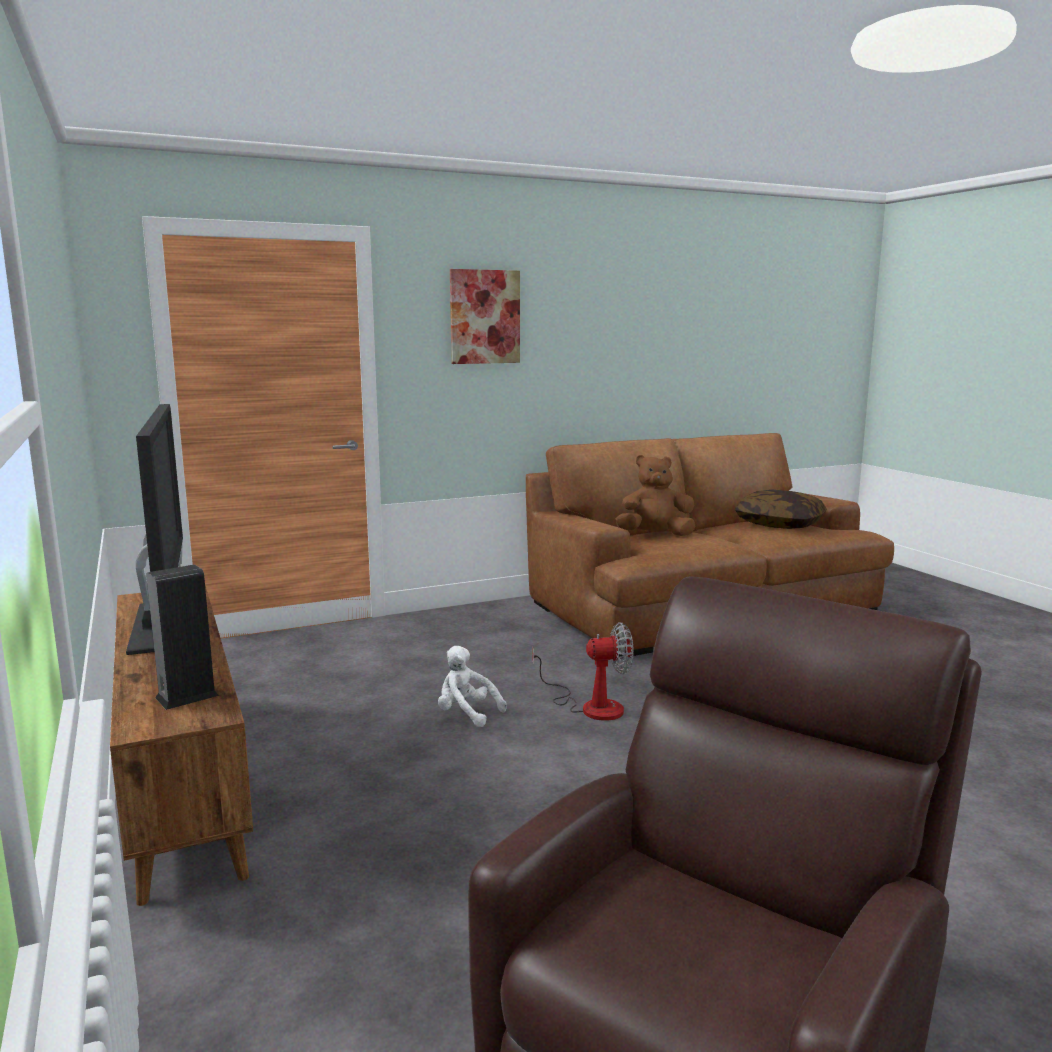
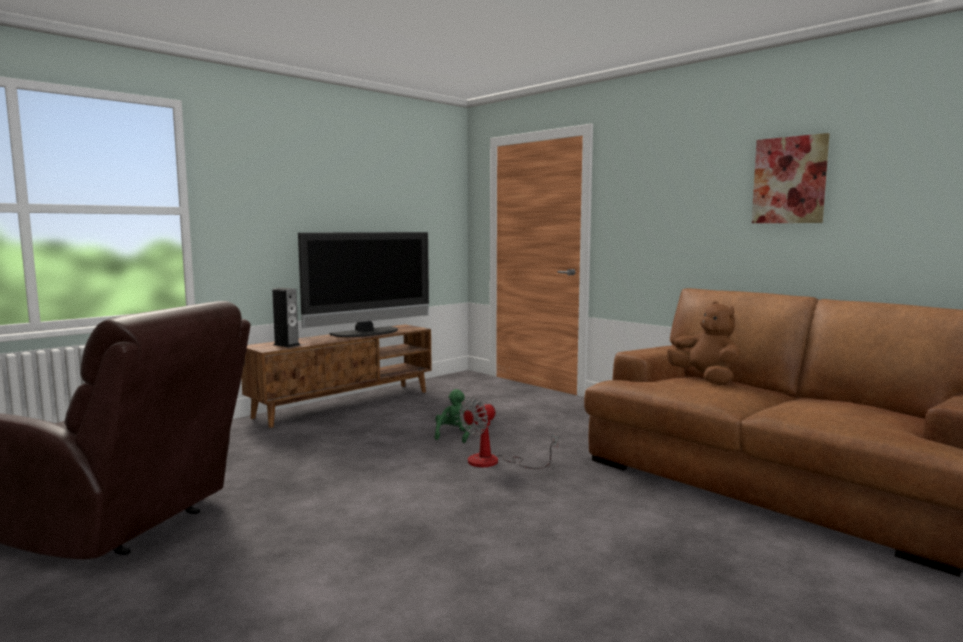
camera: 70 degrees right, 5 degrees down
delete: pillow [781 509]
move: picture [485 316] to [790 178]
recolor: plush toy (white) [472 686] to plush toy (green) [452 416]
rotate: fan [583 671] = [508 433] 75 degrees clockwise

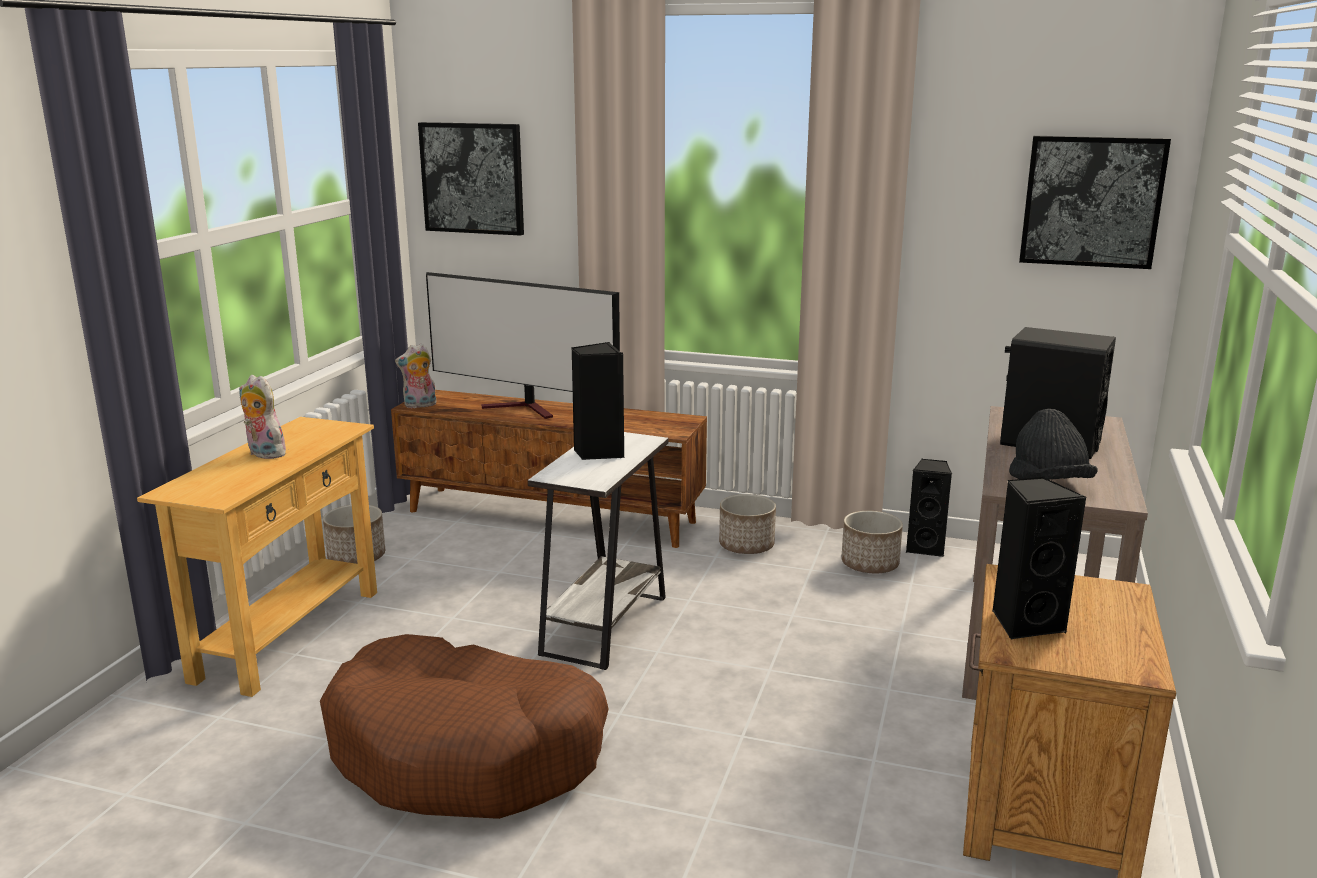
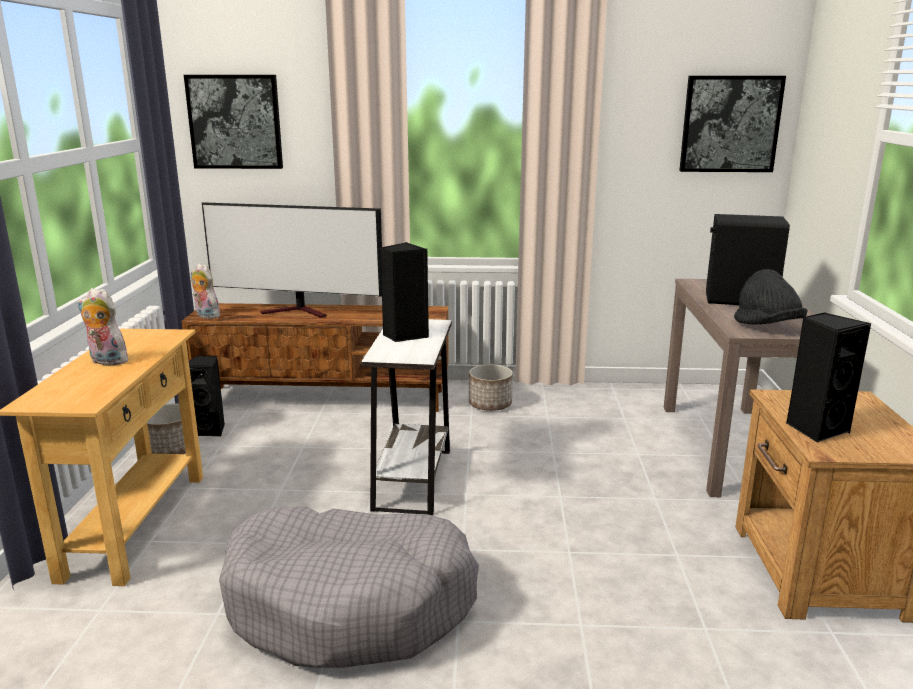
camera: 15 degrees left, 0 degrees up
delete: planter [872 542]
move: speaker (black) [929 508] to [207 396]
recolor: dog bed (brown) [464 726] to dog bed (grey) [349 587]
rotate: plush toy [416 375] = [205 291] 75 degrees clockwise

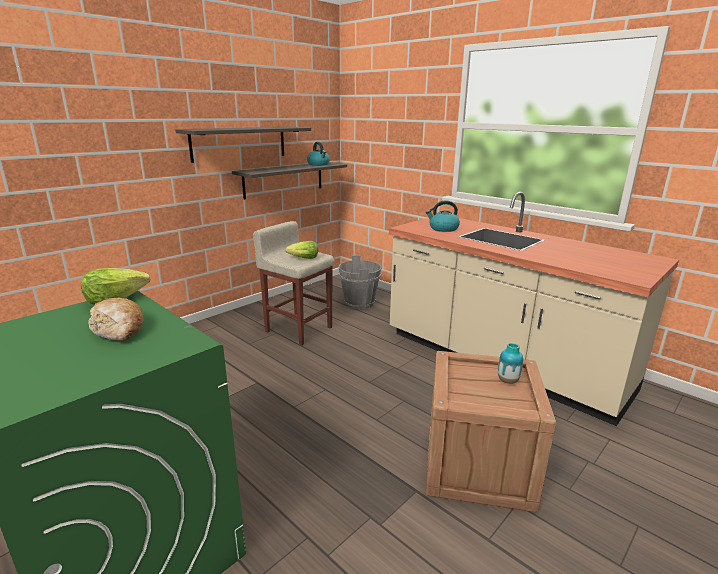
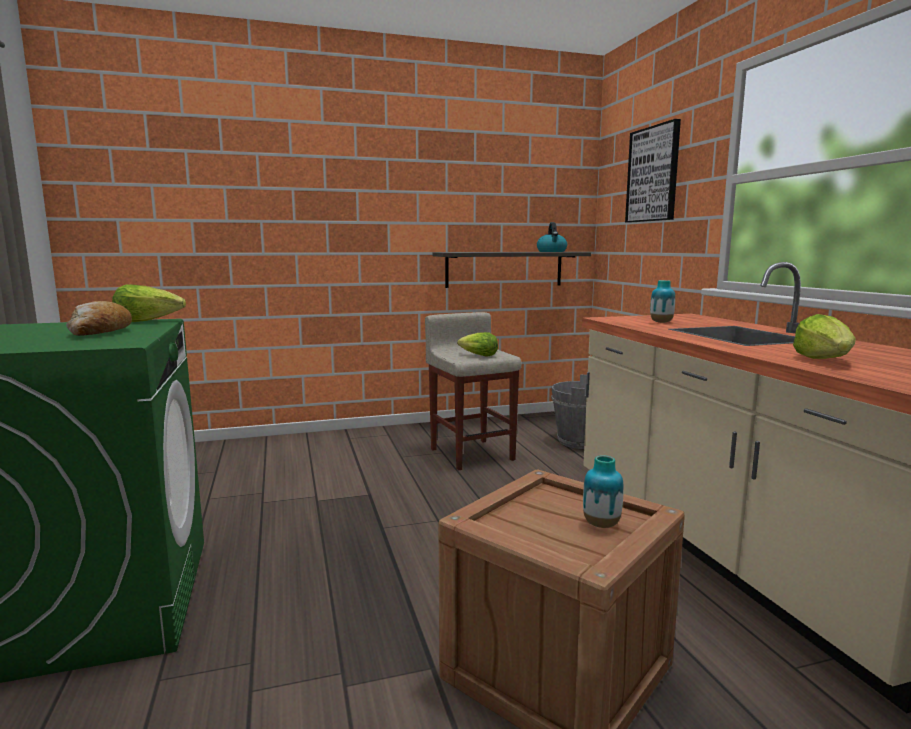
camera: 30 degrees right, 10 degrees down
delete: shelf [243 145]
insert: picture [653 171]; lettuce [824 336]
replace: kettle [443 216] to vase [662 301]

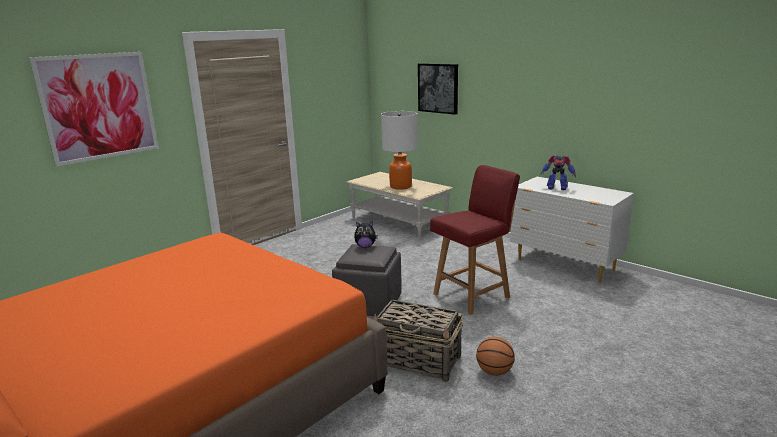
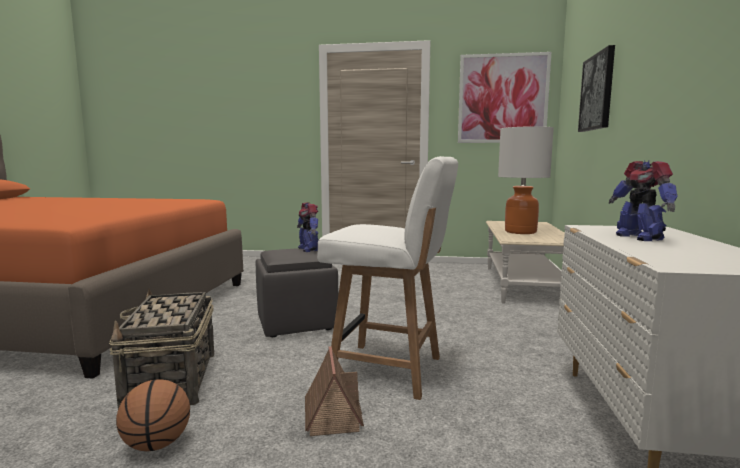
camera: 55 degrees right, 10 degrees down
insert: toy house [334 391]
move: picture [94 109] to [505 97]
replace: plush toy [366 235] to toy robot [308 227]
recolor: chair (red) [475 240] to chair (white) [387 278]

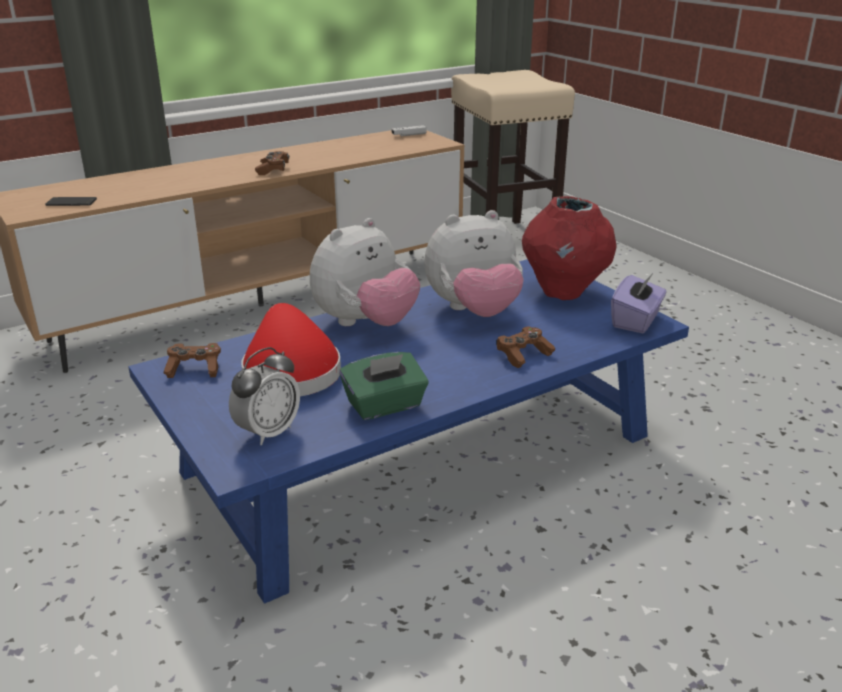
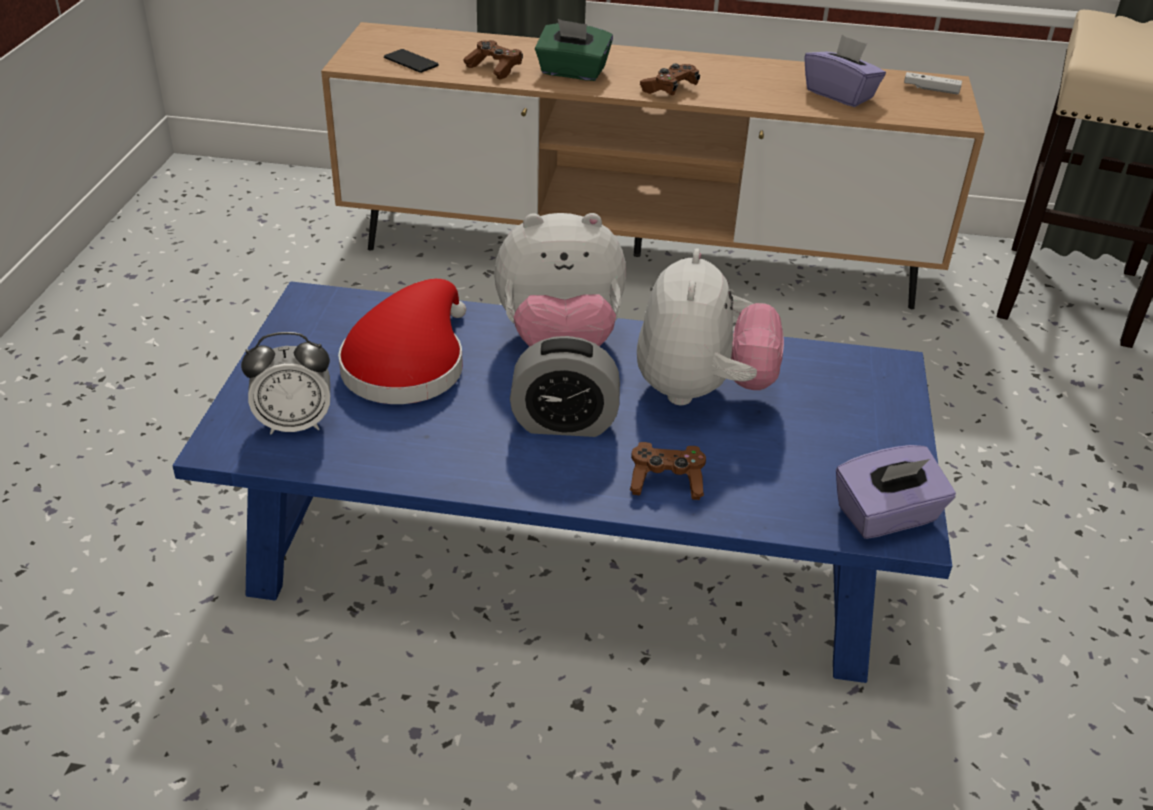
camera: 40 degrees right, 10 degrees up
delete: vase (red) [569 248]
insert: tissue box (purple) [845 71]; alarm clock [565 386]
move: game controller (brown) [192 360] to [493 60]; tissue box (green) [384 386] to [574 50]
rotate: plush toy [474 263] = [710 326] 105 degrees counterclockwise

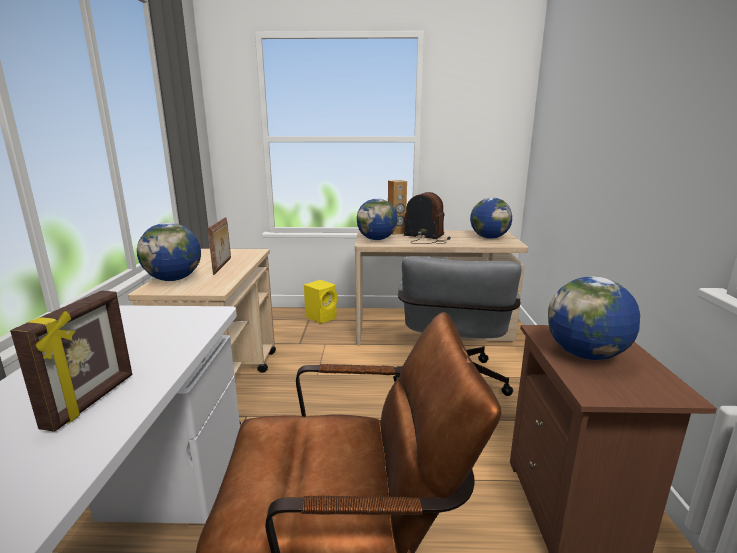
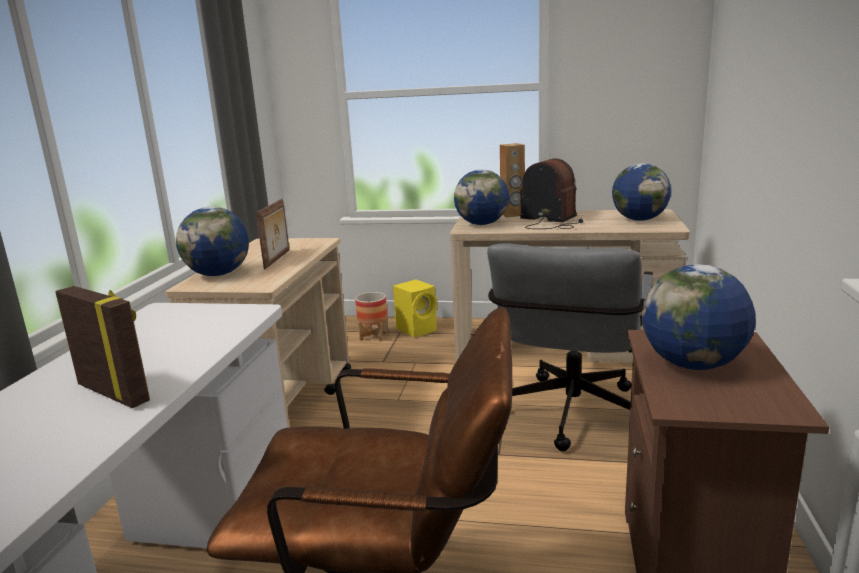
camera: 10 degrees right, 0 degrees up
insert: planter [371 316]
rotate: picture frame [71 361] = [102 347] 75 degrees counterclockwise

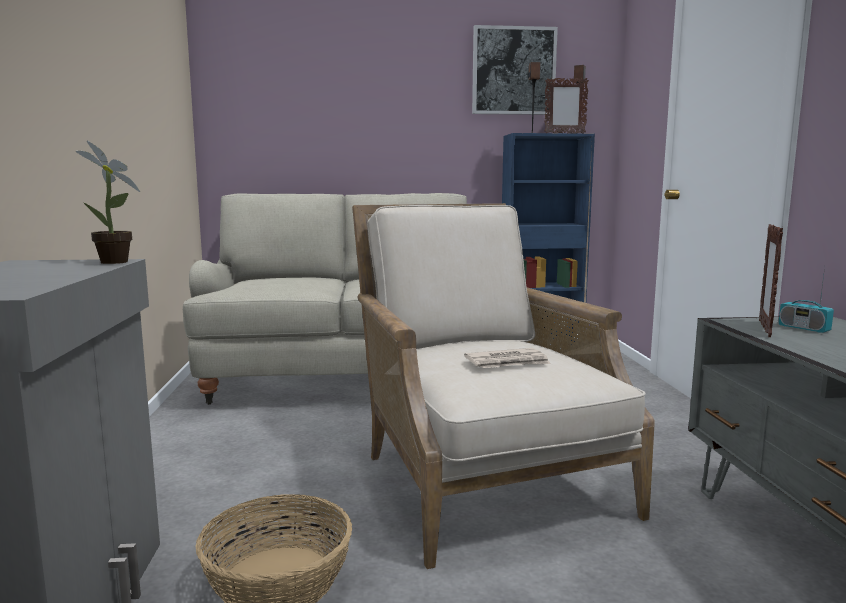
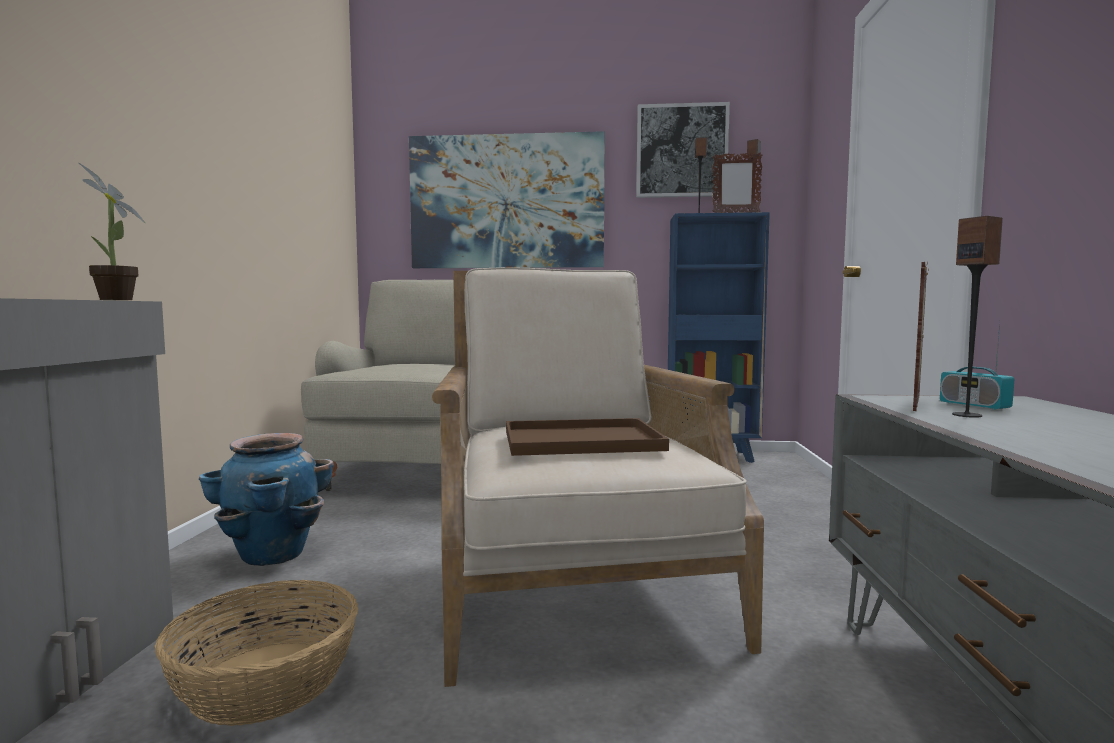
camera: 10 degrees right, 5 degrees down
insert: picture [507 199]; speaker [977 317]; planter [266 499]
replace: newspaper [507 358] to tray (brown) [587 437]

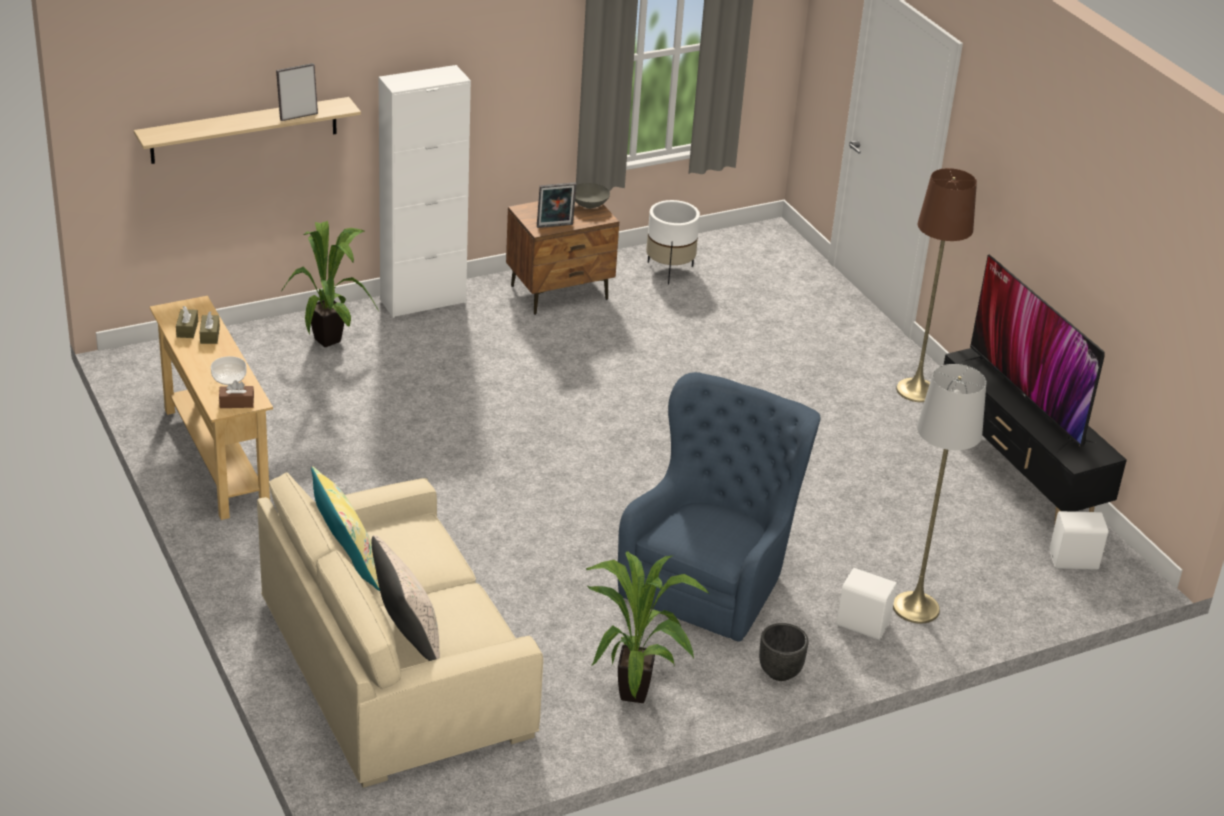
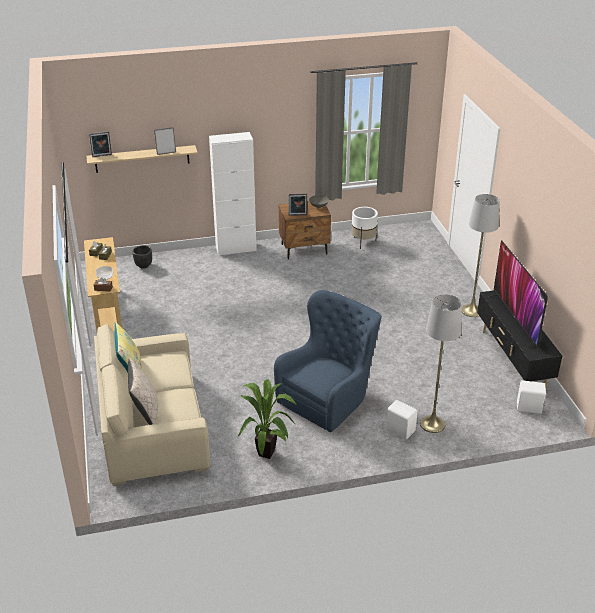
camera: 15 degrees right, 0 degrees up
delete: potted plant [330 284]
insert: picture frame [100 144]
move: planter (black) [784 652] to [142 257]
recolor: floor lamp (brown) [936 285] to floor lamp (grey) [481 255]

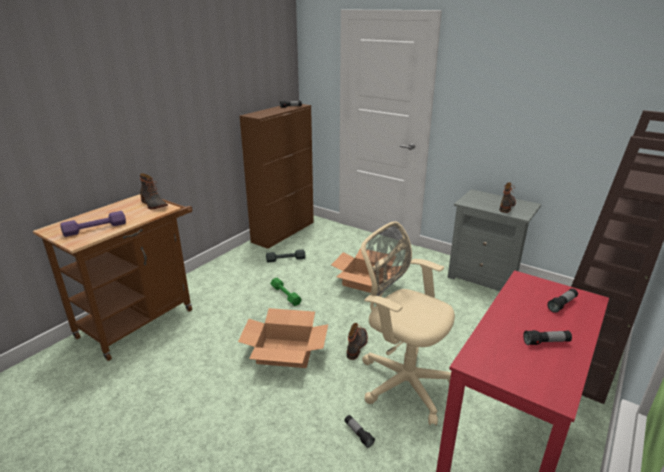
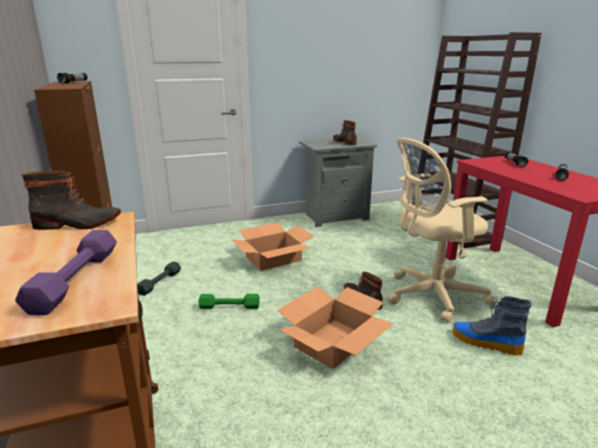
camera: 55 degrees left, 5 degrees down
replace: flashlight [359 431] to boot [492 326]

